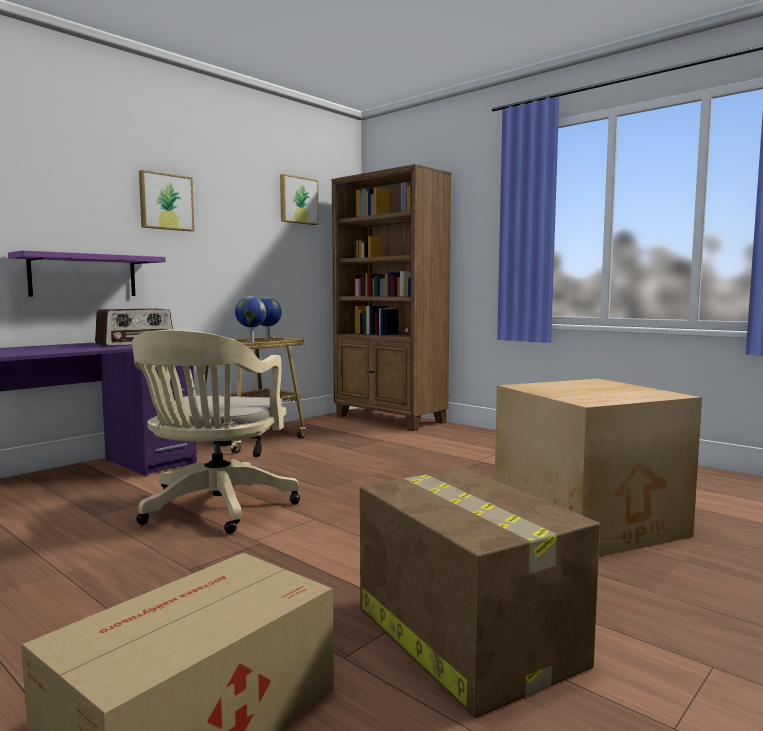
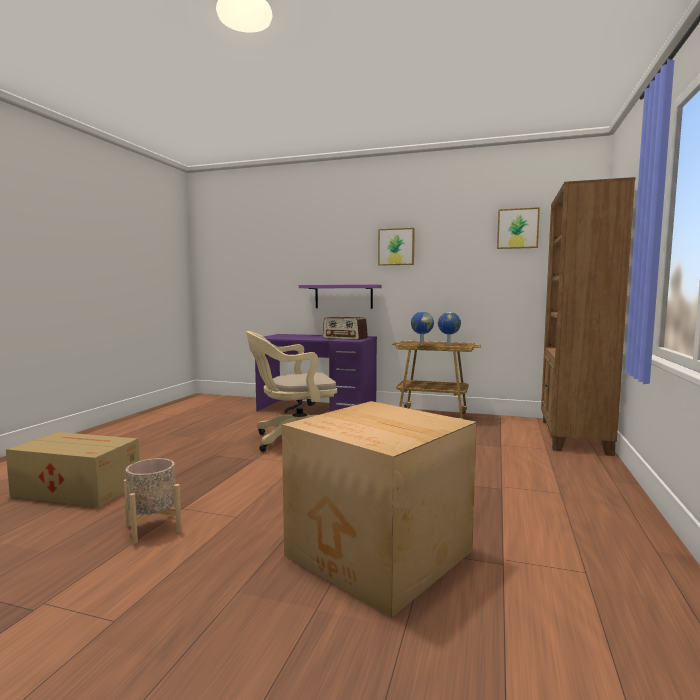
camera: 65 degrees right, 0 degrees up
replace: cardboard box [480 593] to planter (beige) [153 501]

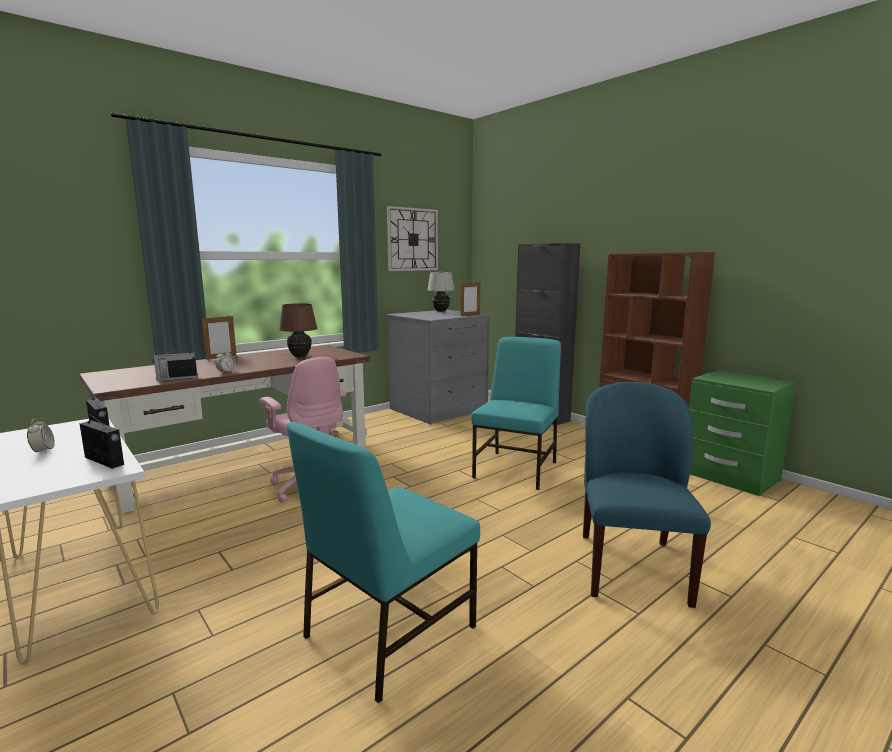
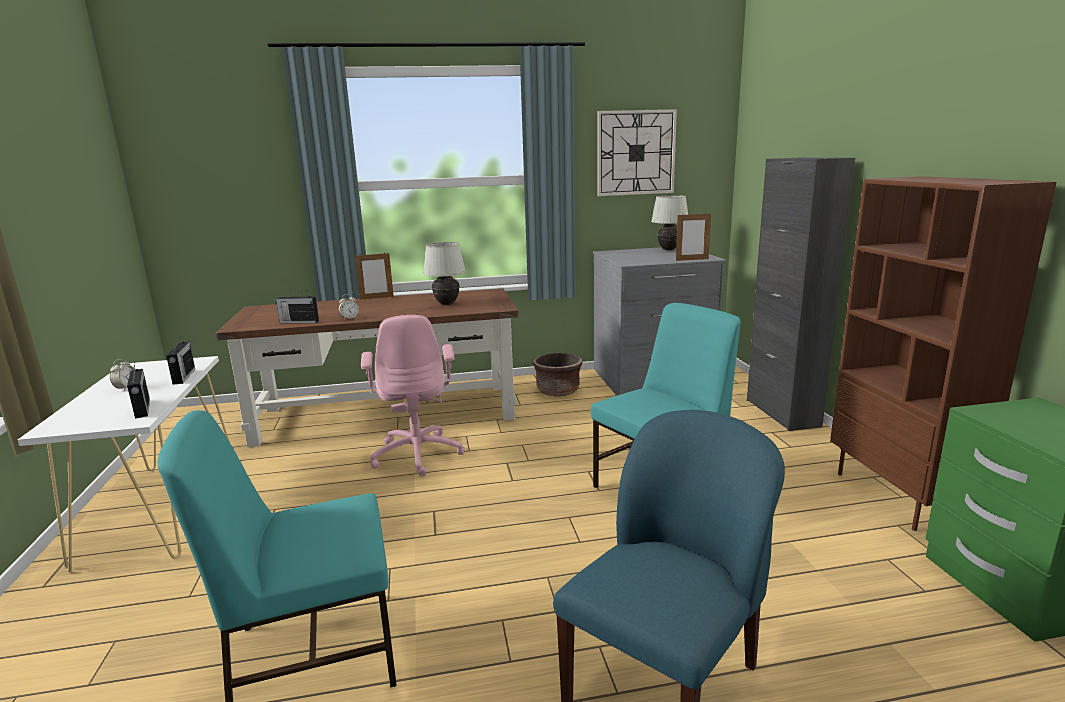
camera: 30 degrees right, 5 degrees up
insert: planter (brown) [557 374]
recolor: table lamp (brown) [298 330] to table lamp (white) [444 273]

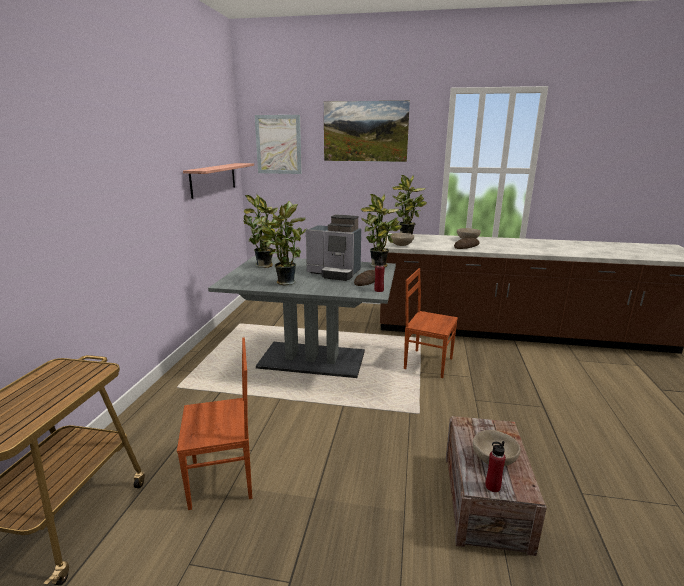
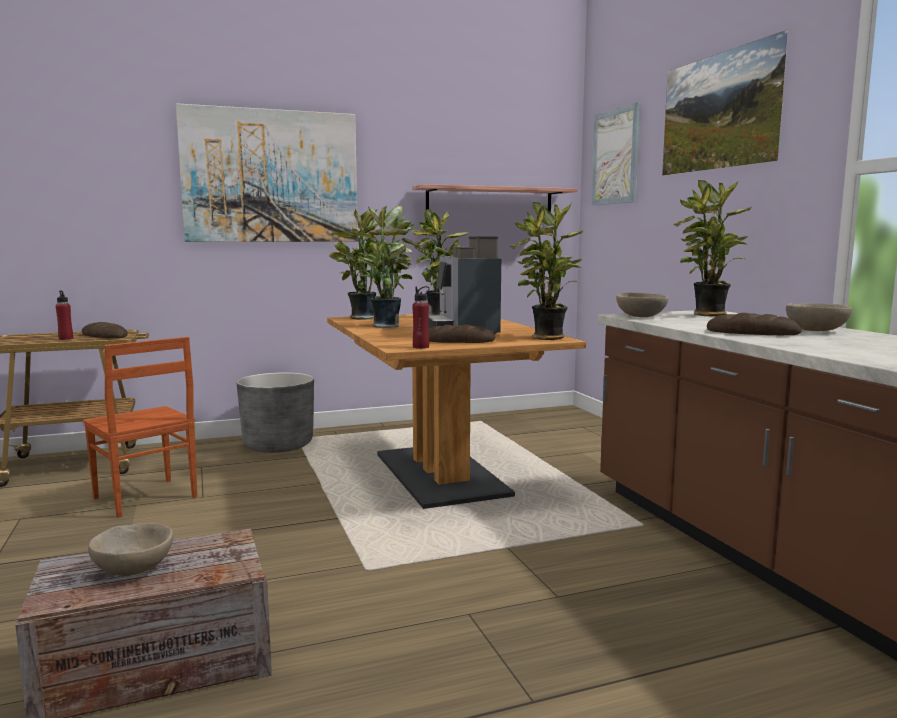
camera: 60 degrees right, 10 degrees down
delete: chair (brown) [431 323]
insert: picture [267 172]; potted plant [359 264]; bread [104 330]; planter (grey) [275 412]
move: bottle (red) [495 466] to [64 315]
recolor: dining table (grey) [302 317] to dining table (brown) [456 411]

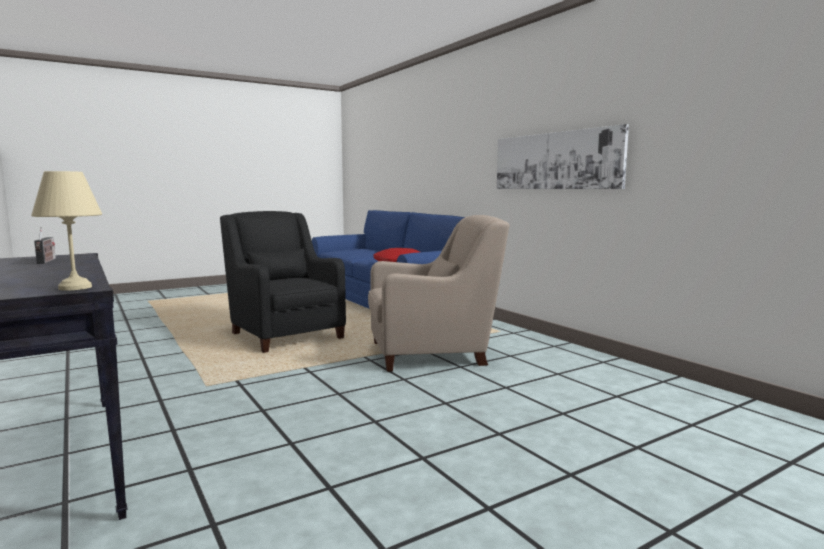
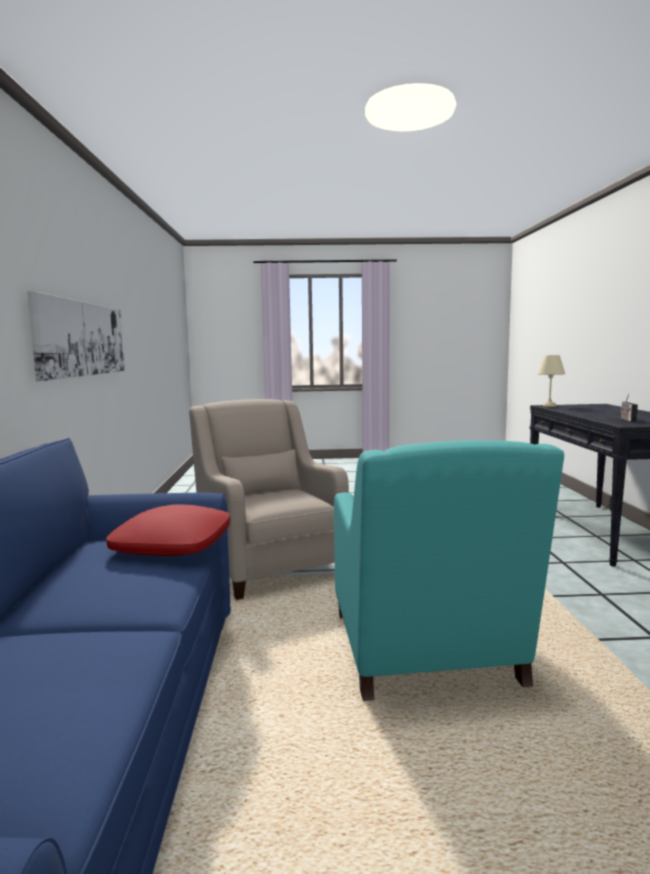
camera: 150 degrees left, 0 degrees up
recolor: armchair (black) [283 282] to armchair (turquoise) [449 570]
rotate: armchair (beige) [439 293] = [269 499] 45 degrees clockwise

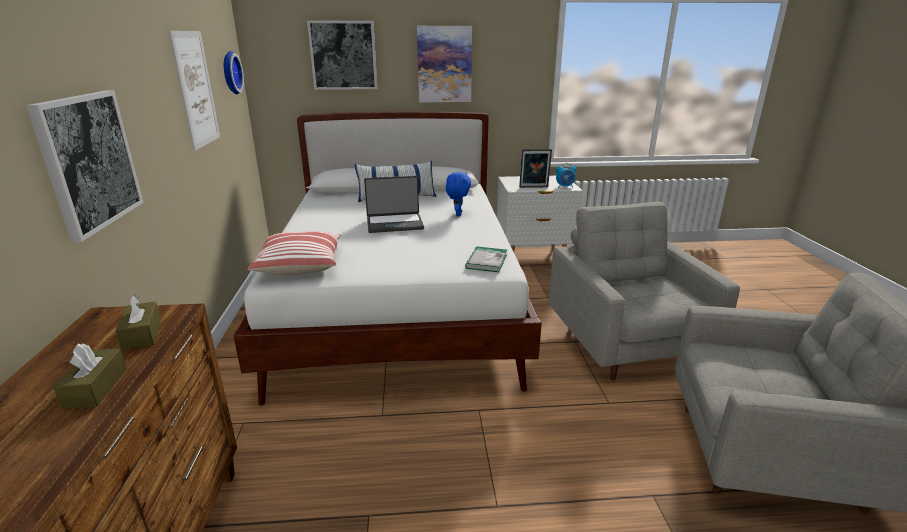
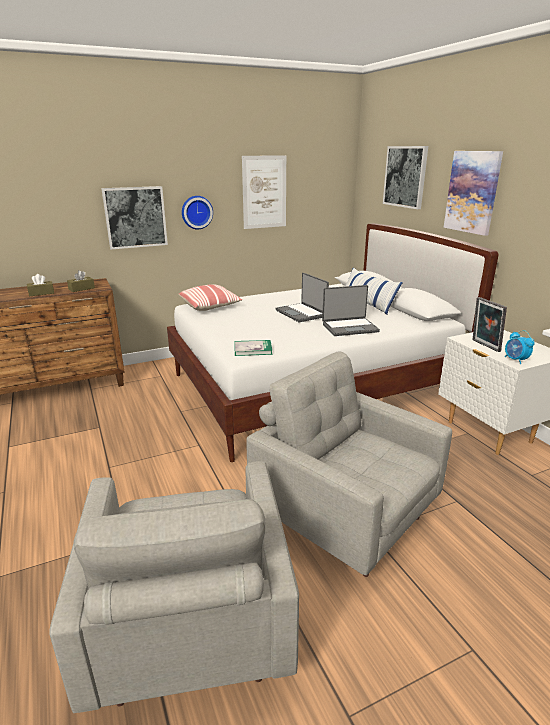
camera: 70 degrees right, 0 degrees up
move: wall clock [234 72] to [197 213]
replace: plush toy (blue) [458 194] to laptop [351 310]
rotate: armchair (grey) [644 291] = [349 464] 105 degrees counterclockwise

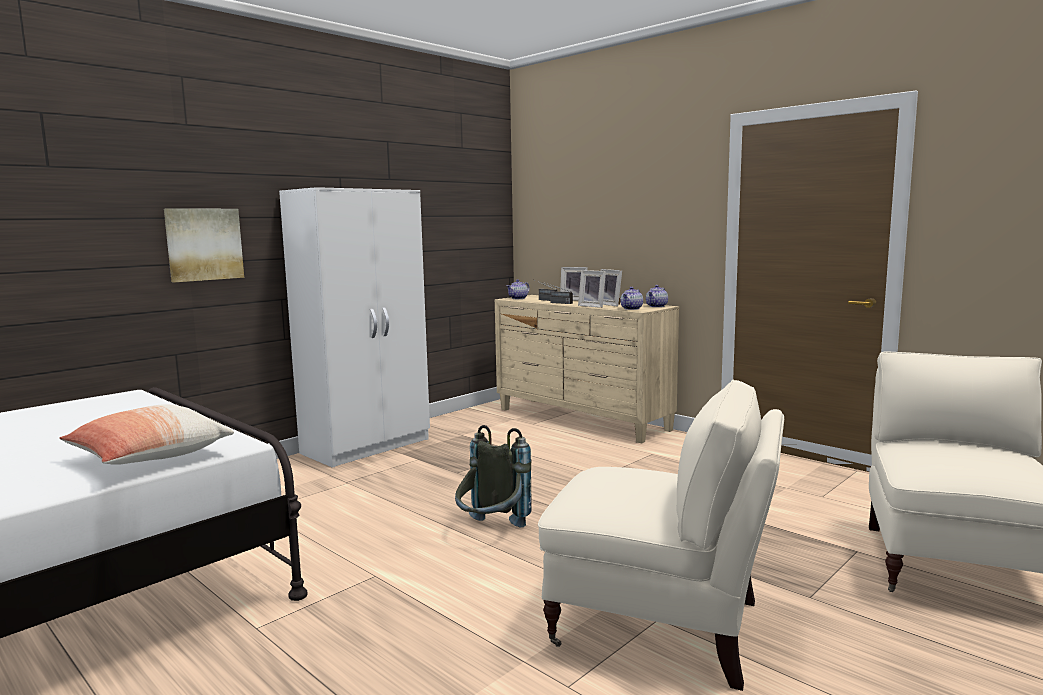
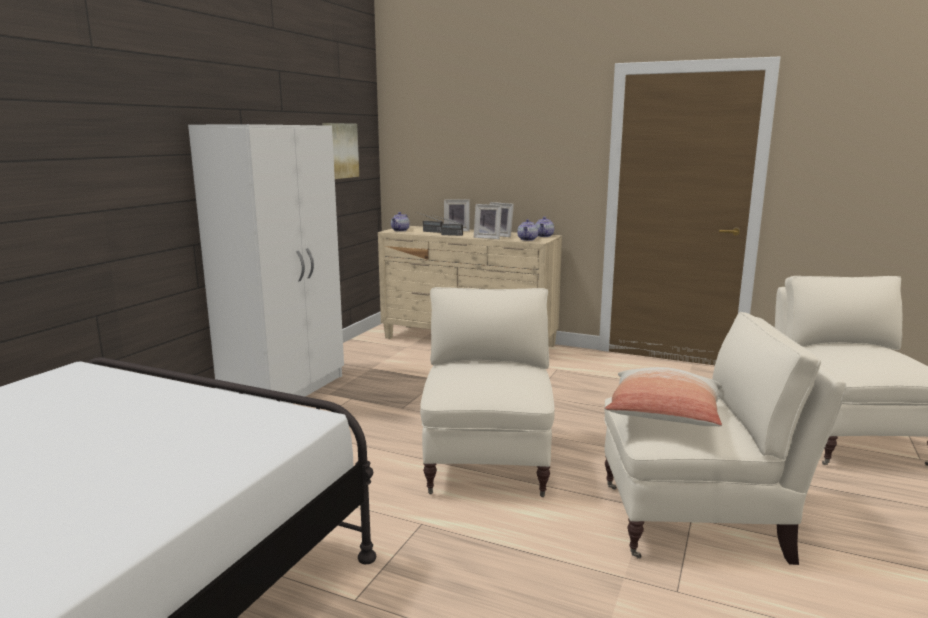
camera: 20 degrees left, 5 degrees up
move: picture [204 245] to [340 151]; pillow [146 434] to [663 396]
replace: backpack (grey) [493 476] to armchair (beige) [487 392]

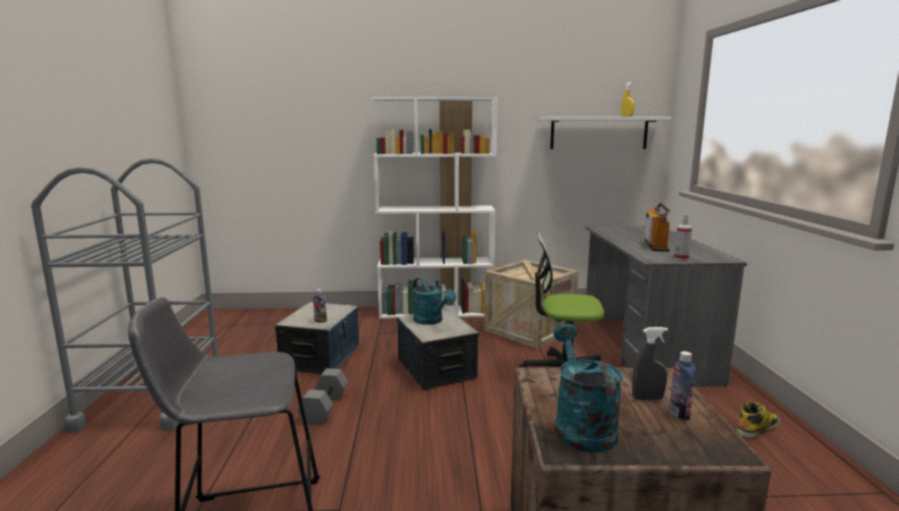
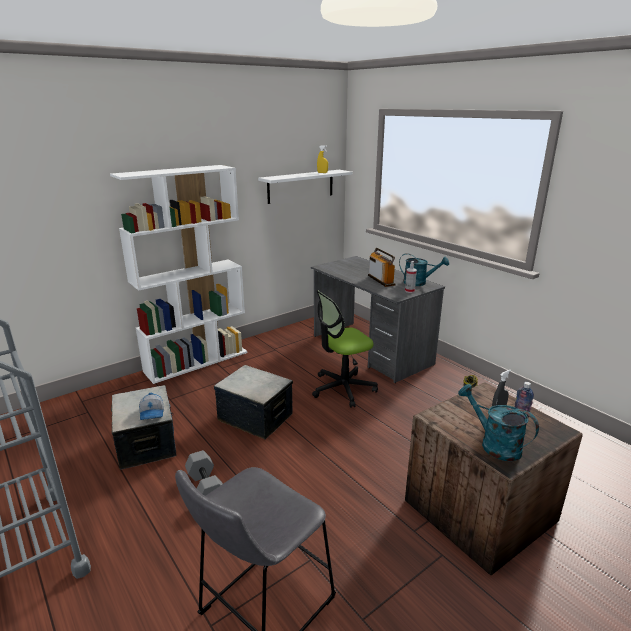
camera: 35 degrees left, 10 degrees up
delete: crate [531 304]
move: watering can (turquoise) [434 301] to [424 269]
replace: bottle [320 306] to cap [151 406]

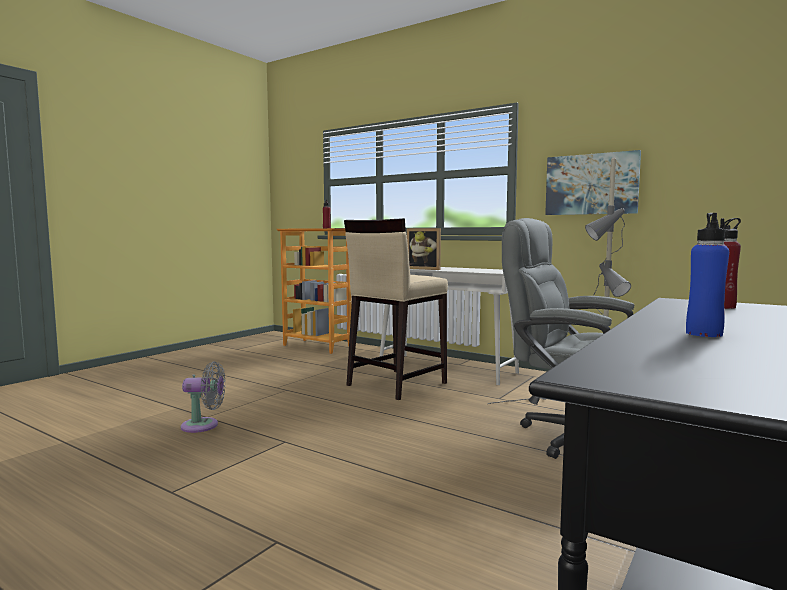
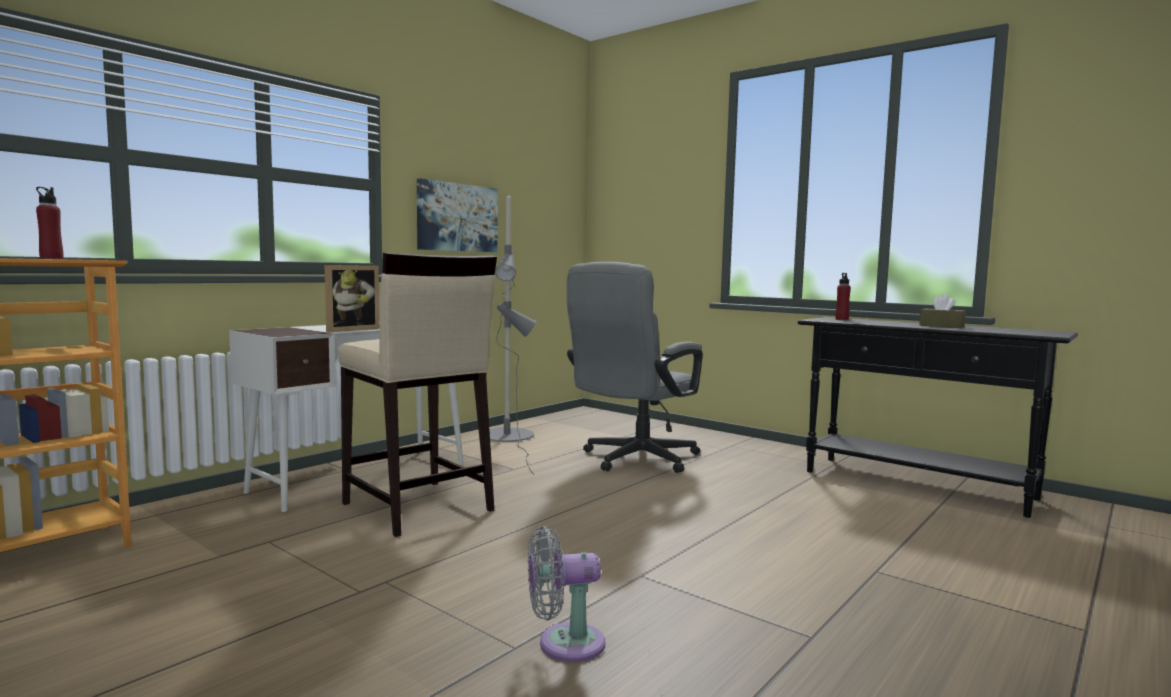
camera: 85 degrees left, 0 degrees up
replace: bottle (blue) [707 275] to tissue box (brown) [942 311]
rotate: fan (grey) [203 397] = [566 594] 105 degrees counterclockwise

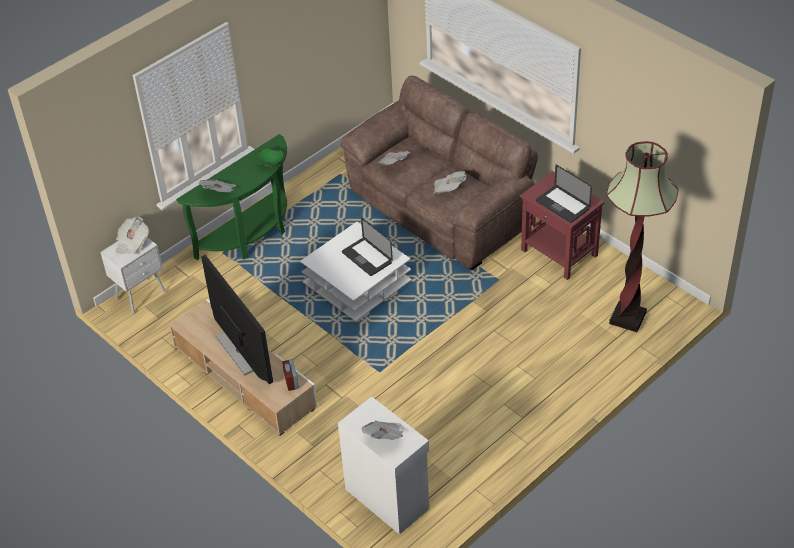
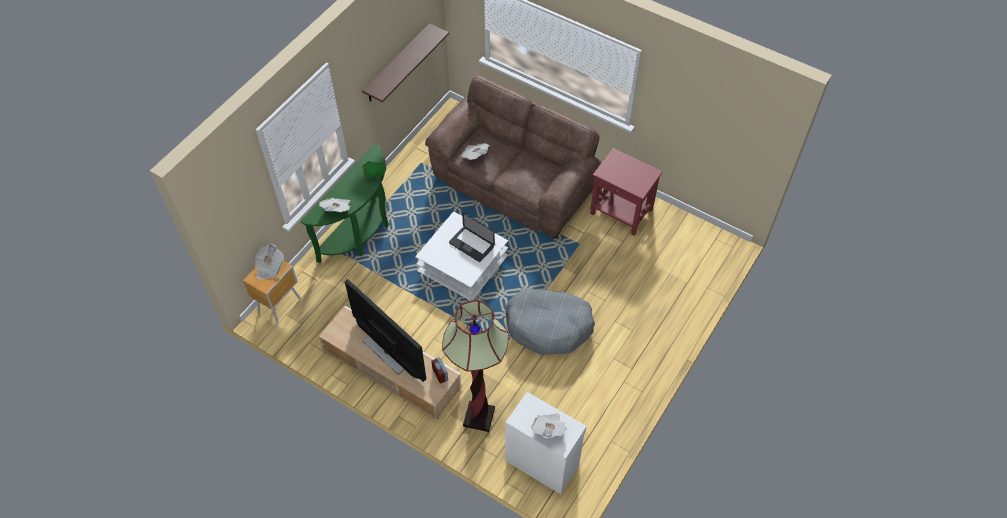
camera: 15 degrees left, 10 degrees up
delete: laptop [564 194]; newspaper [450 182]
insert: shelf [405 62]; dog bed (grey) [550 321]
move: floor lamp [642 236] to [475 366]
recolor: nightstand (white) [133 275] to nightstand (brown) [272 292]

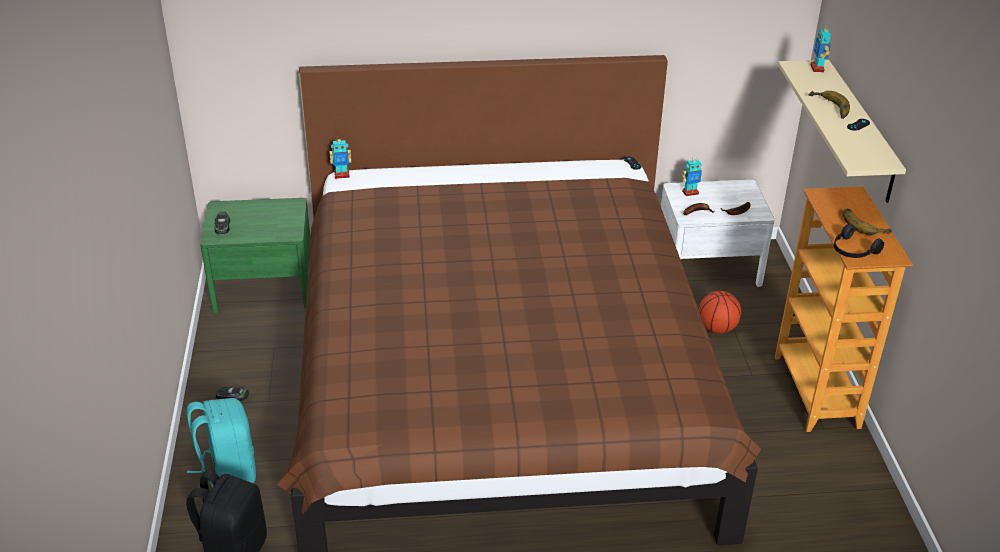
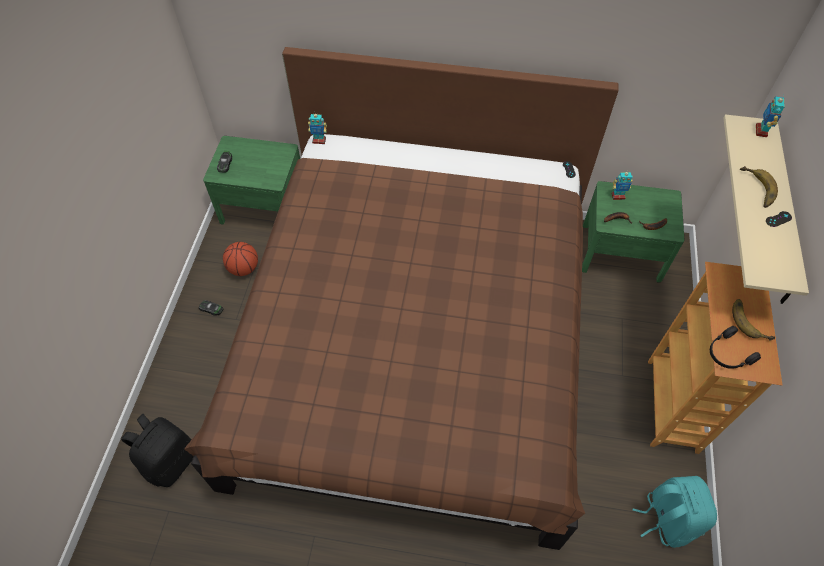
camera: 15 degrees right, 20 degrees up
move: basketball [720 312] to [240 259]; backpack (turquoise) [221 442] to [675 512]
recolor: nightstand (white) [718 233] to nightstand (green) [633 232]

